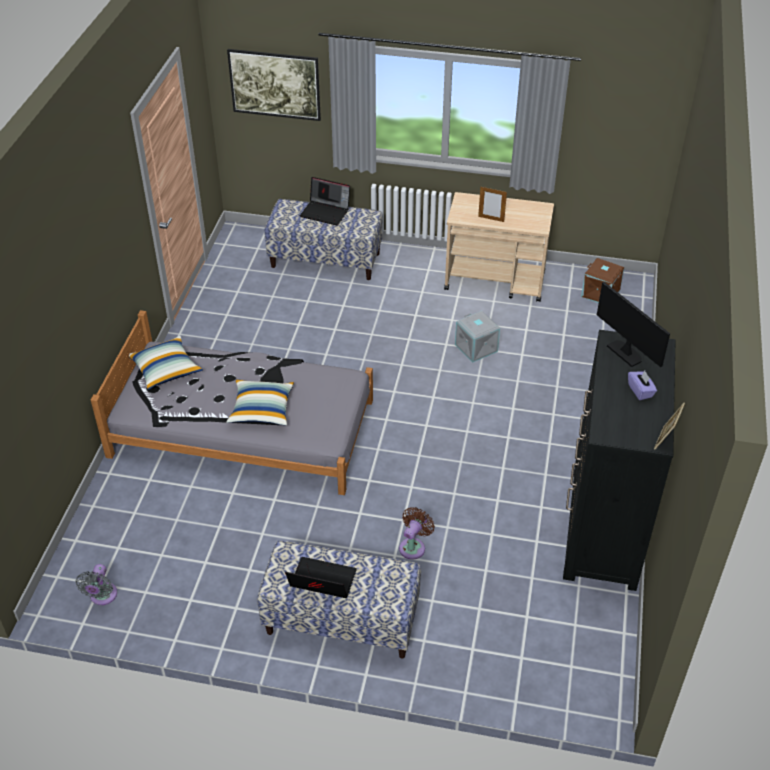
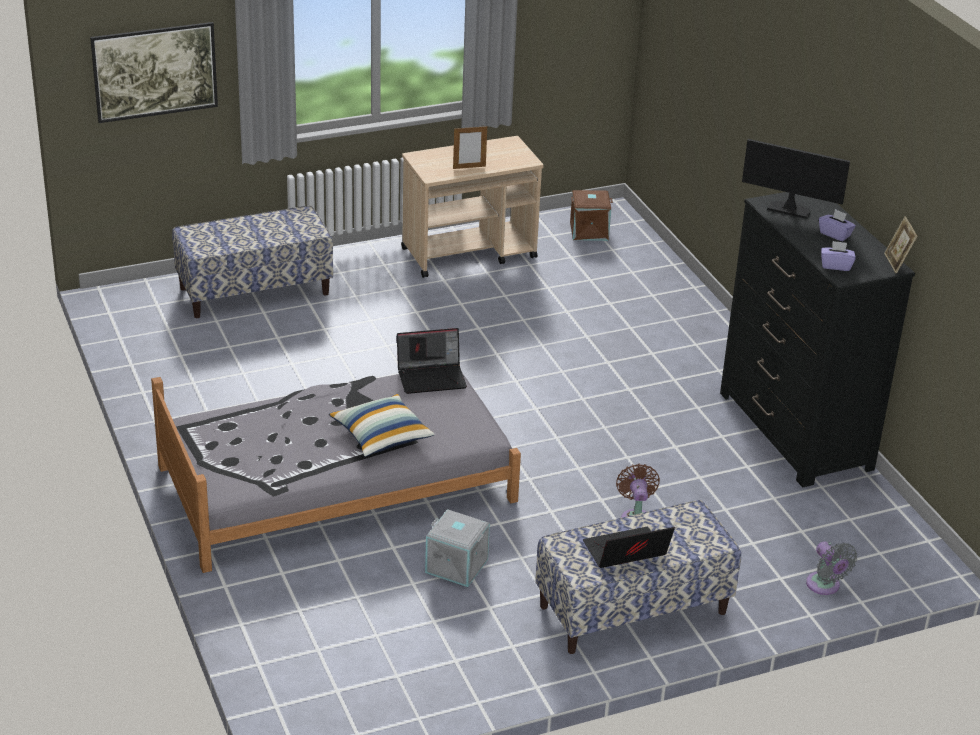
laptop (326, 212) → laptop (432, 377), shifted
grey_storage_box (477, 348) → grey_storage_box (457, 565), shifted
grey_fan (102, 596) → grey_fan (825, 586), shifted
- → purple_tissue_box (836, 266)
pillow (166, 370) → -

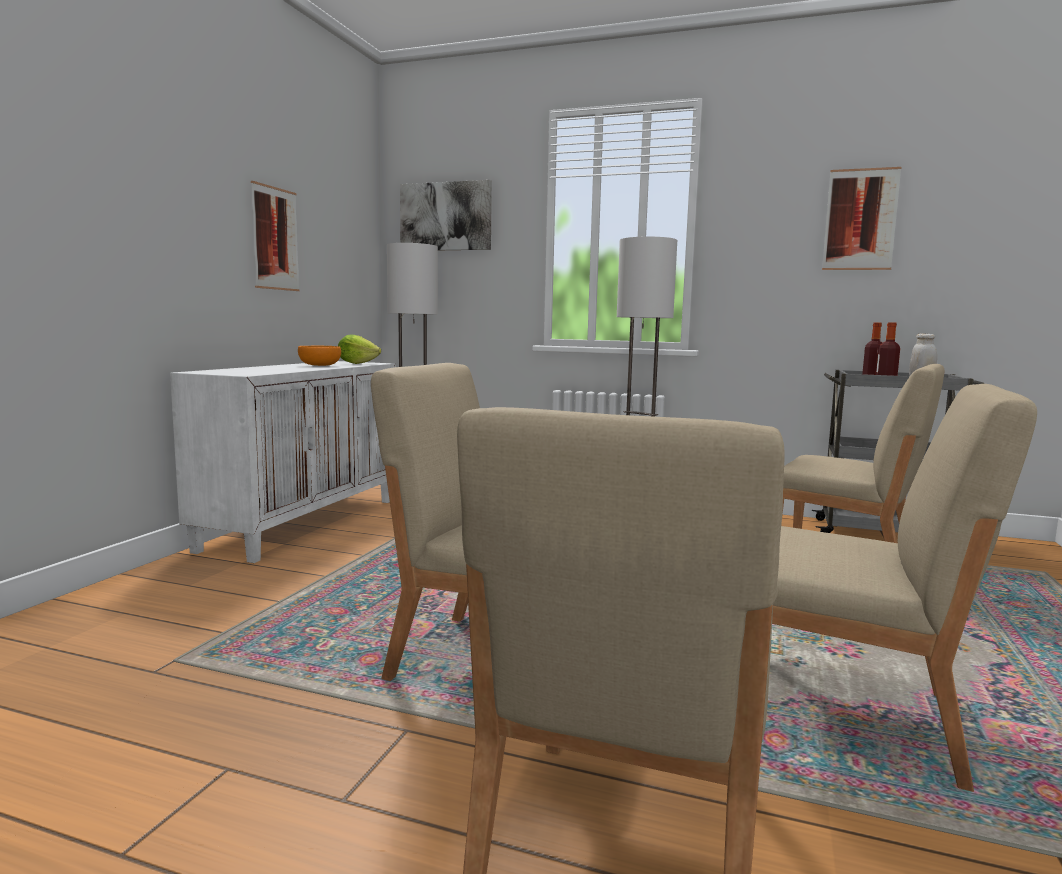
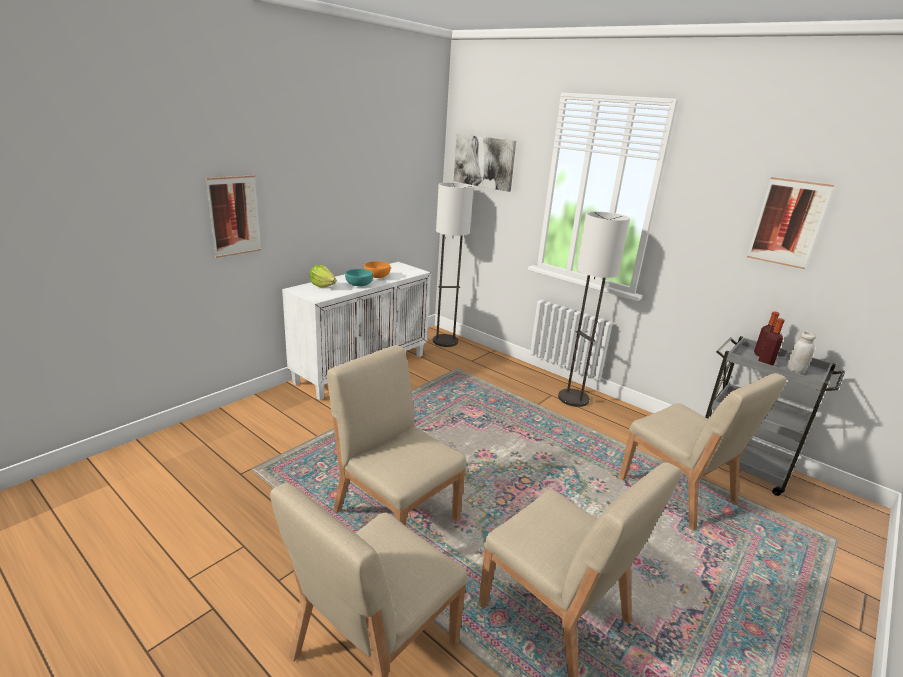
picture (275, 239) → picture (234, 216), shifted
lettuce (357, 363) → lettuce (322, 286), shifted
- → turquoise_bowl (359, 284)

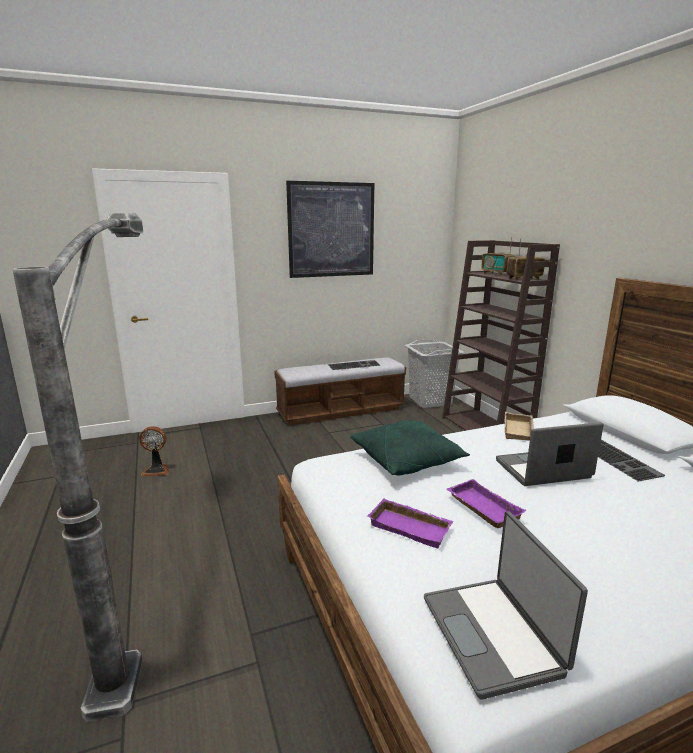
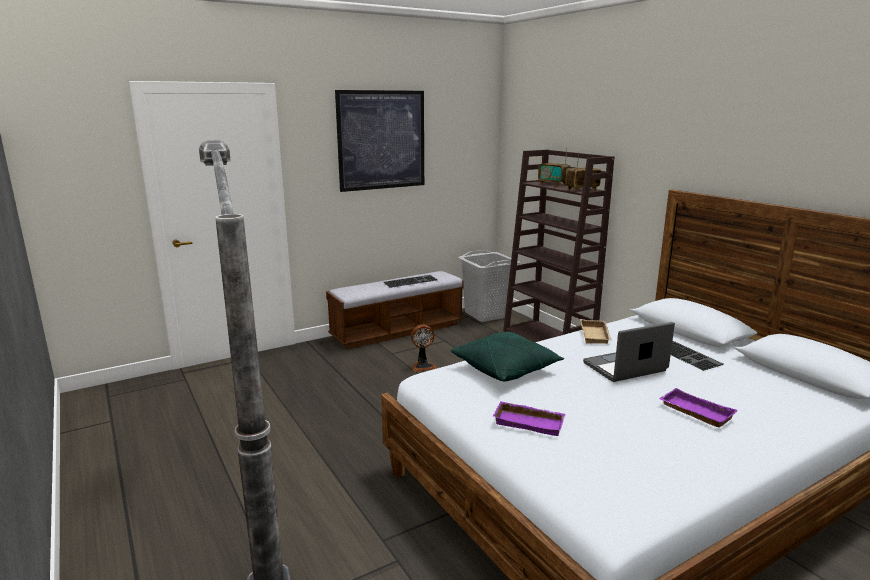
fan (157, 470) → fan (423, 366), shifted
purple_tray (481, 508) → purple_tray (694, 412), shifted
laptop (493, 634) → -

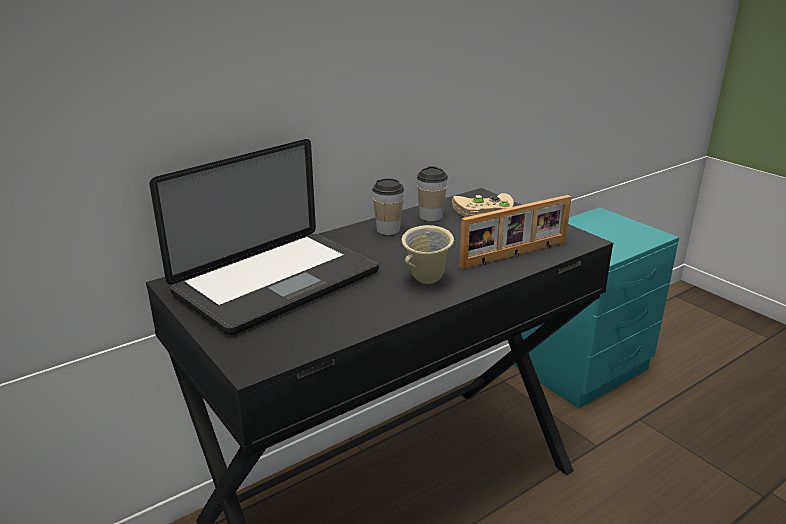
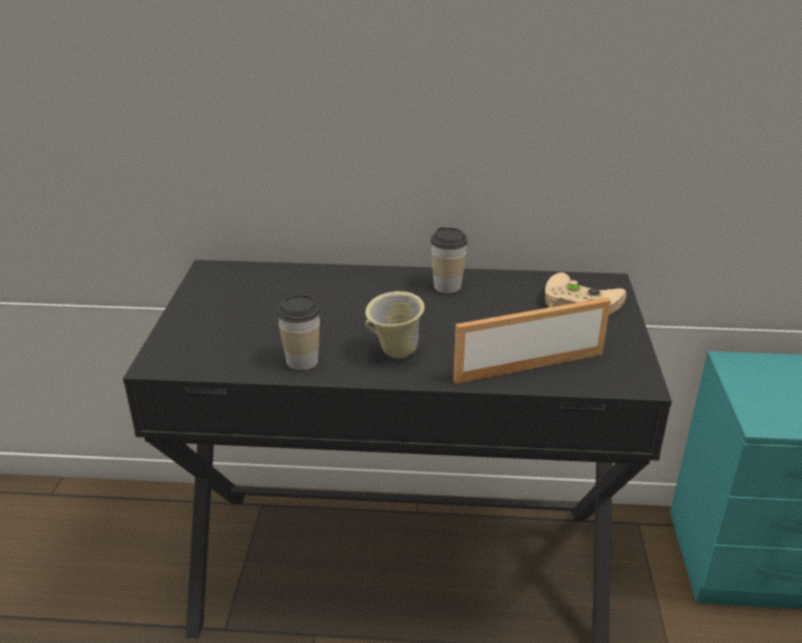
cup (431, 217) → cup (302, 361), shifted
picture_frame (515, 255) → picture_frame (528, 365), 150 degrees clockwise
laptop (277, 283) → -

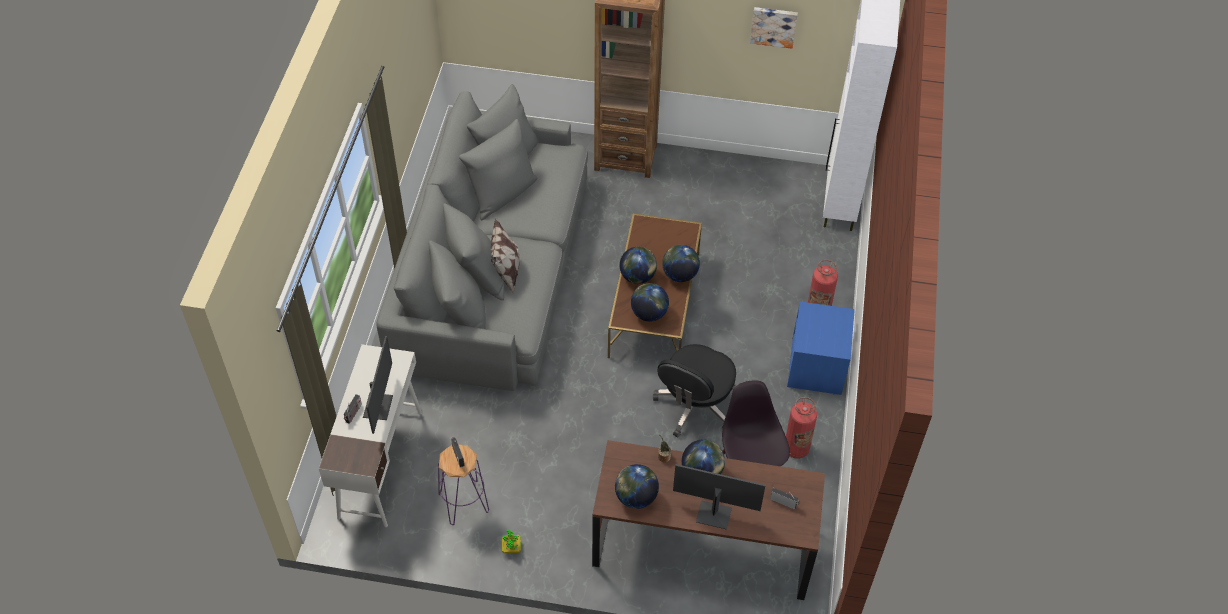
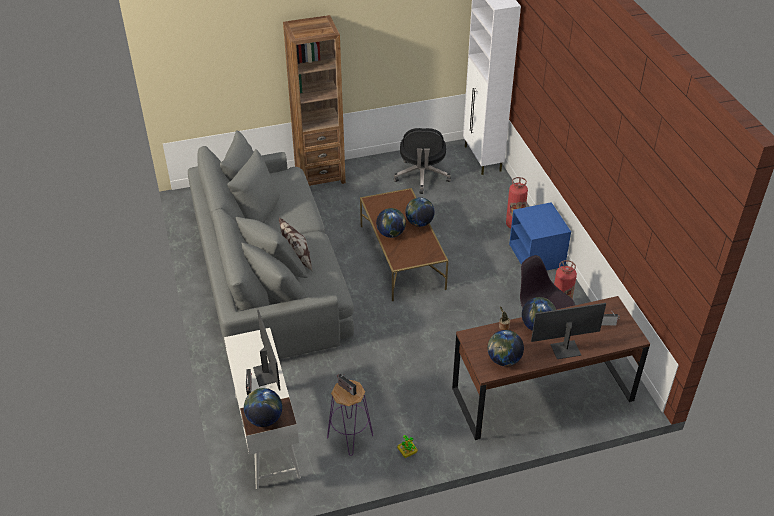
globe (649, 314) → globe (264, 419), shifted
black_office_chair (694, 405) → black_office_chair (422, 176), shifted
picture (773, 26) → -

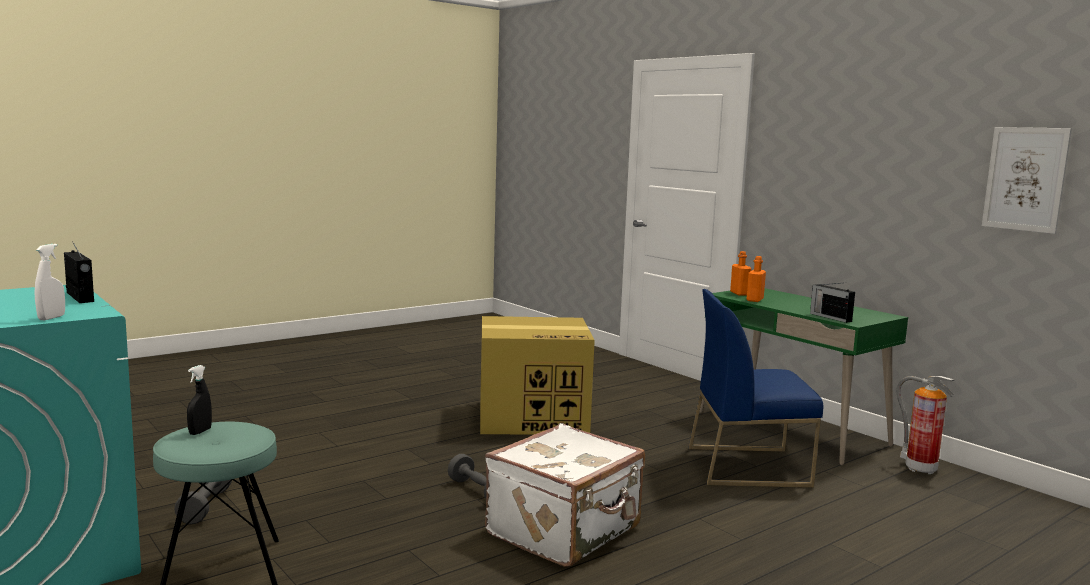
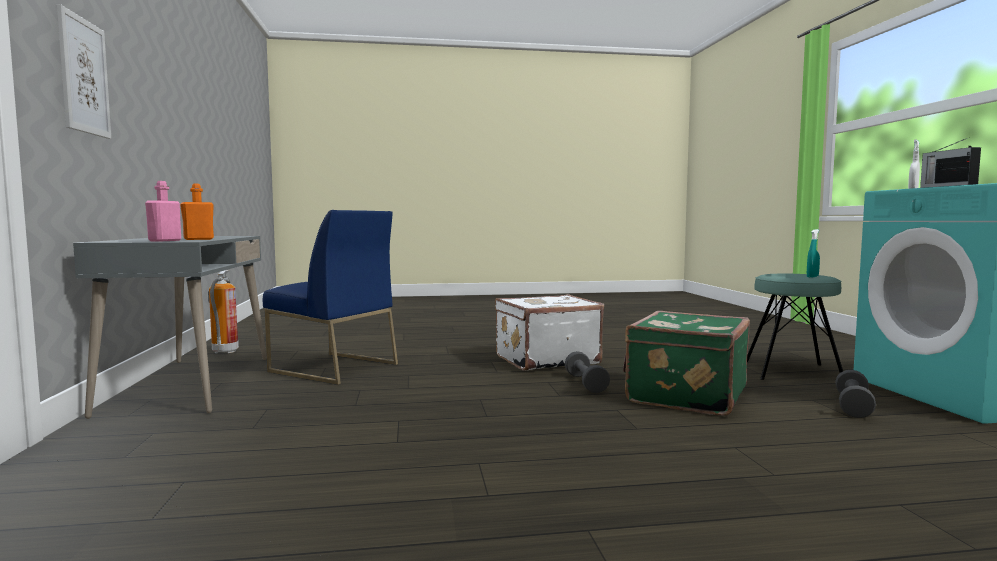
picture (1025, 179) → picture (84, 76), shifted
green_desk (791, 428) → grey_desk (190, 384)
orange_bottle (739, 293) → pink_bottle (165, 241)
- → green_suitcase (684, 395)
black_spray_bottle (200, 431) → turquoise_spray_bottle (812, 277)
cardboard_box (534, 417) → -
radio (830, 317) → -

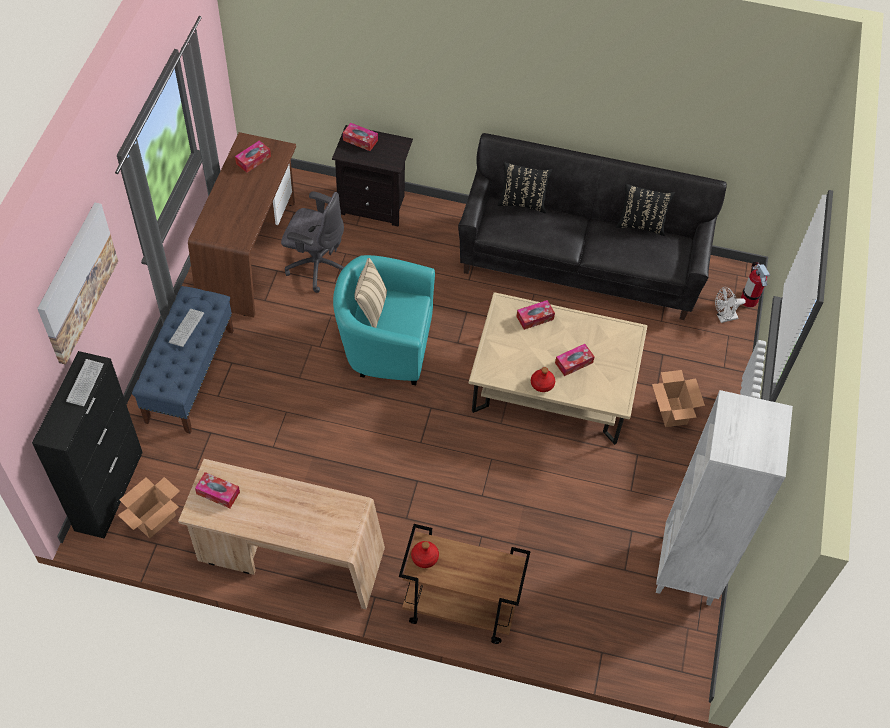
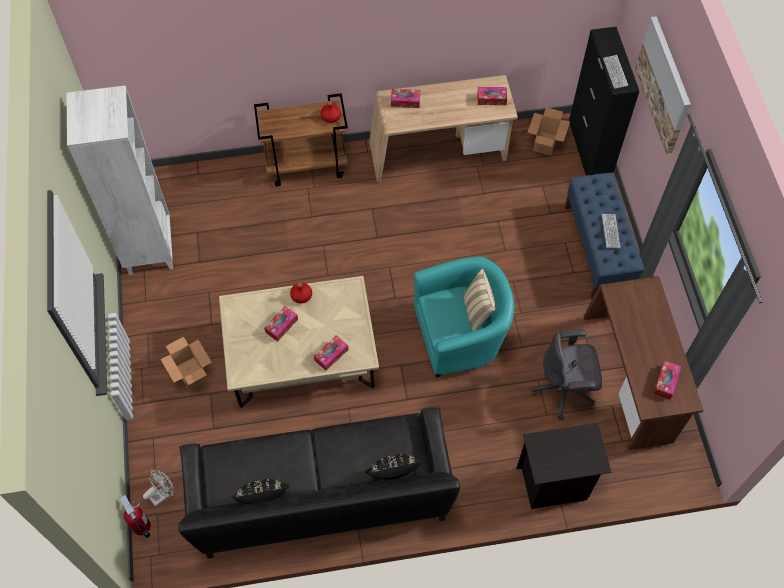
tissue_box (360, 140) → tissue_box (405, 101), shifted

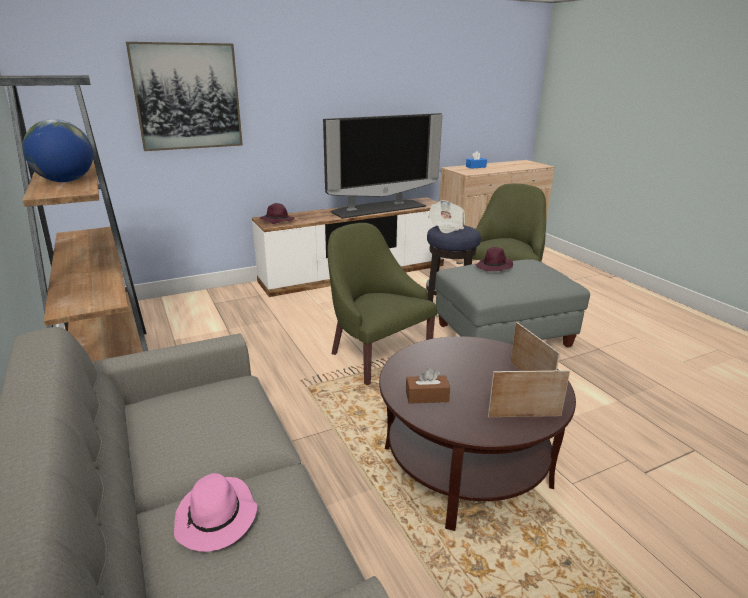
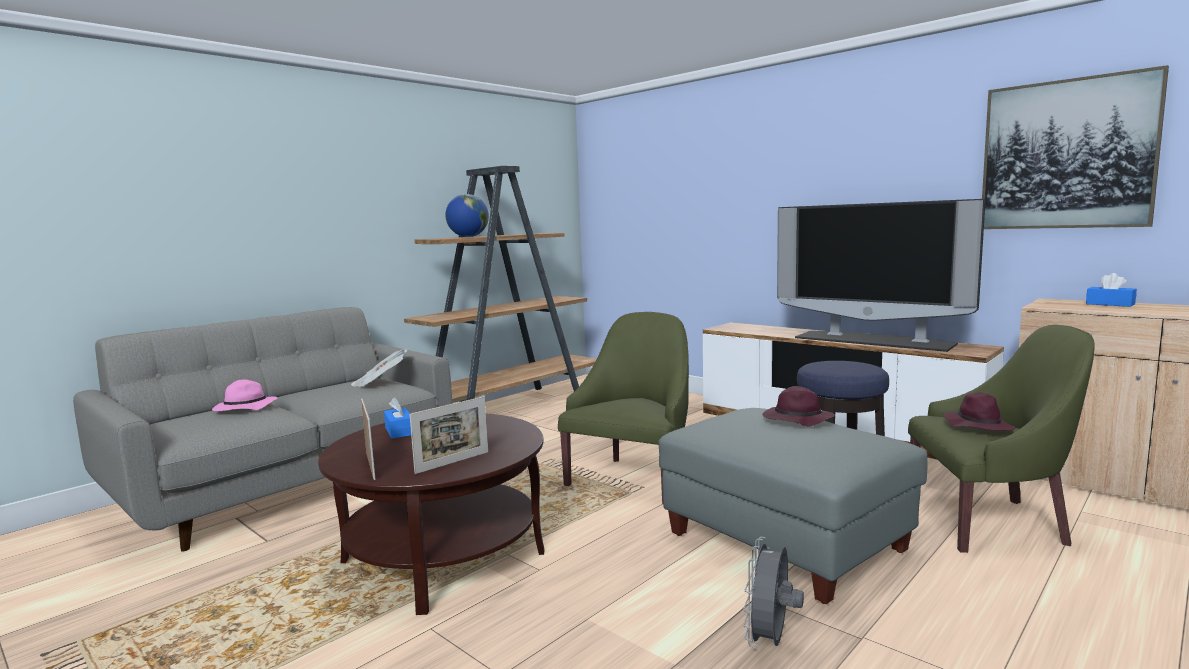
newspaper (446, 227) → newspaper (380, 383), shifted
brown_tissue_box (427, 396) → blue_tissue_box (399, 431)
- → grey_fan (770, 642)
purple_hat (277, 220) → purple_hat (977, 425), shifted
picture (188, 97) → picture (1066, 155), shifted

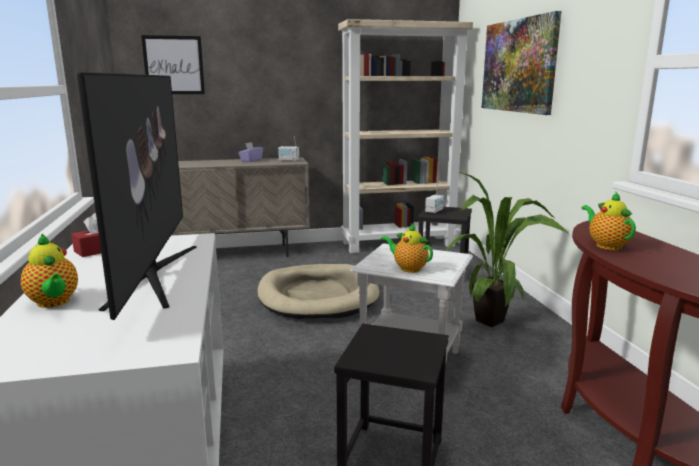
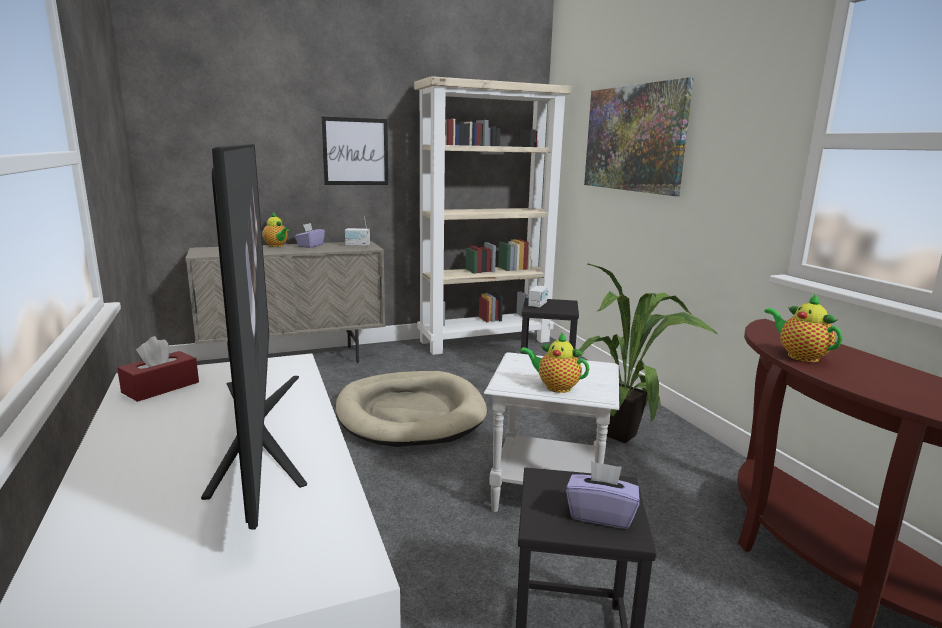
teapot (54, 303) → teapot (276, 246), shifted
picture (174, 65) → picture (355, 151), shifted
- → purple_tissue_box (600, 514)

